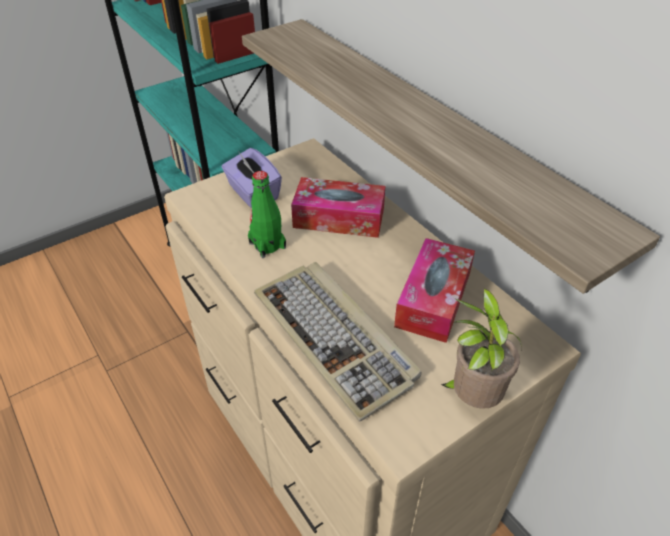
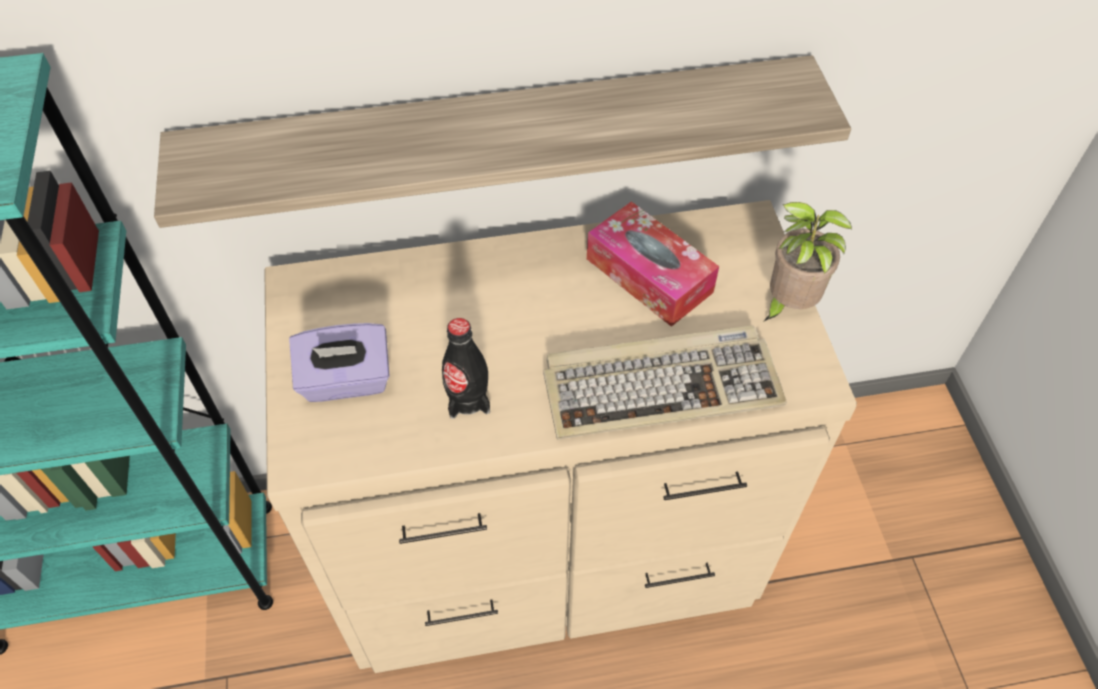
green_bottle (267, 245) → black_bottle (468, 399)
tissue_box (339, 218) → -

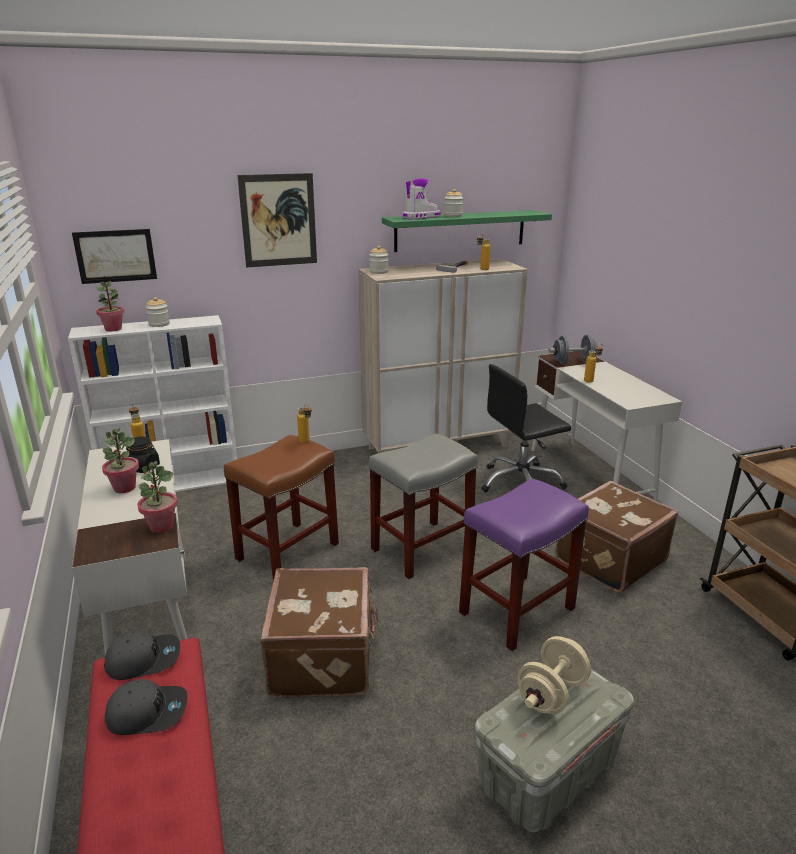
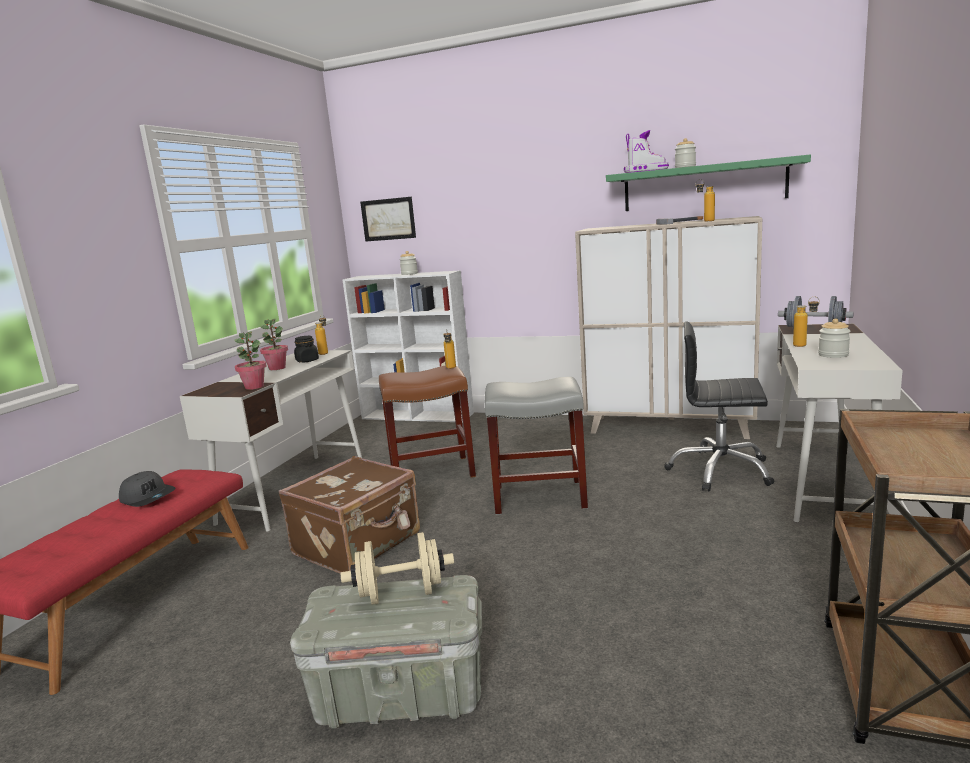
jar (379, 272) → jar (833, 355), shifted
potted_plant (113, 329) → -
grey_cap (144, 659) → -
picture (278, 220) → -
purple_stool (517, 611) → -
brown_suitcase (608, 559) → -

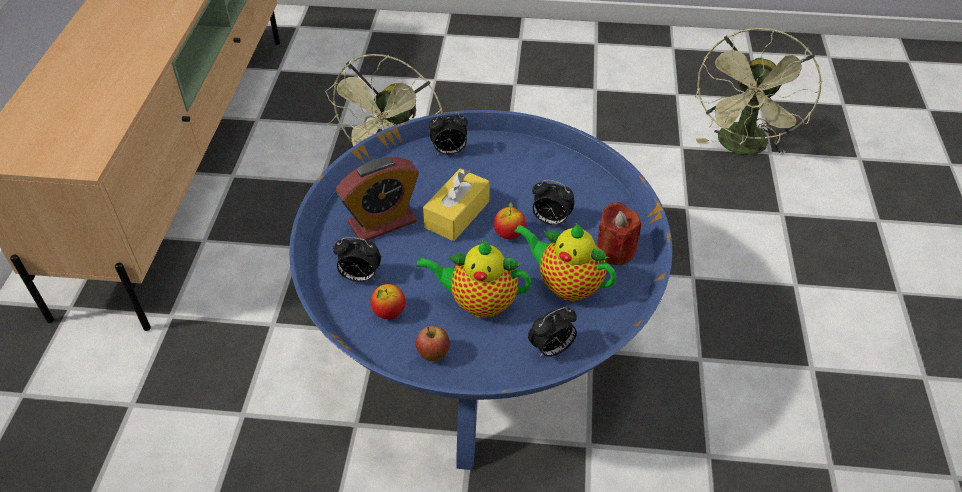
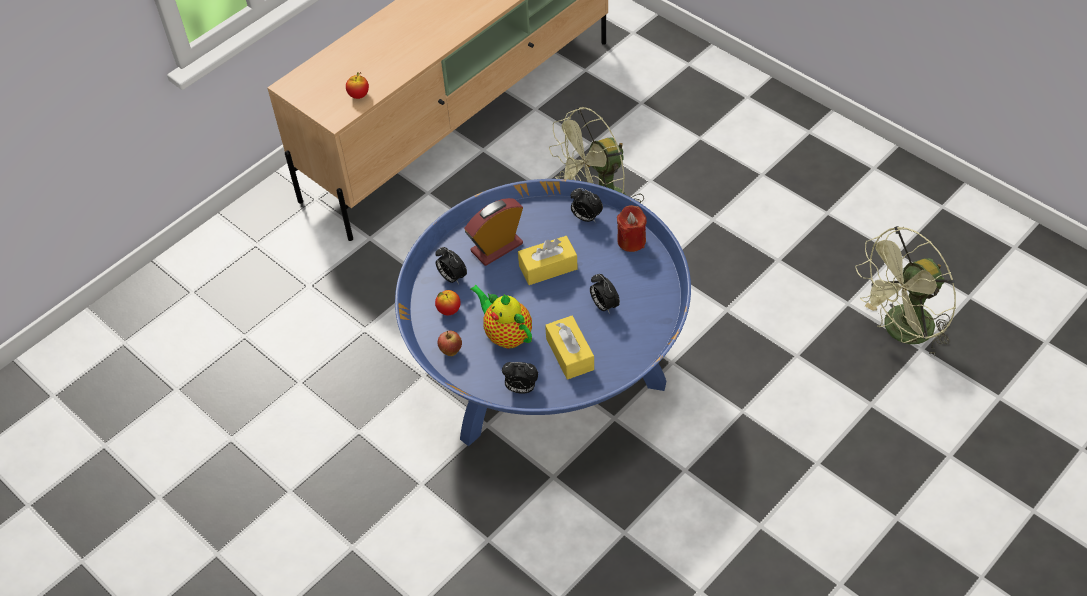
apple (509, 234) → apple (359, 95), shifted
alarm_clock (382, 222) → alarm_clock (497, 247), 135 degrees clockwise
teapot (566, 285) → yellow_tissue_box (570, 354)
red_candle (615, 251) → red_candle (631, 241), shifted

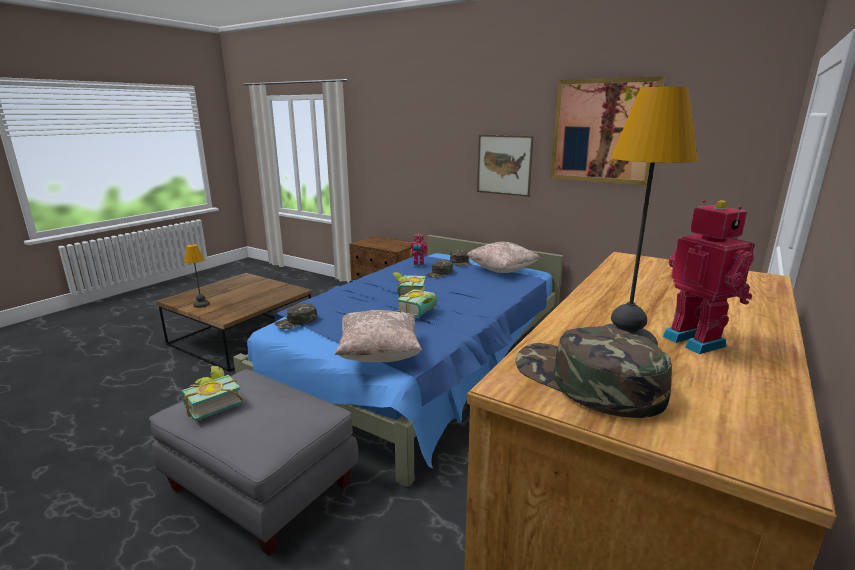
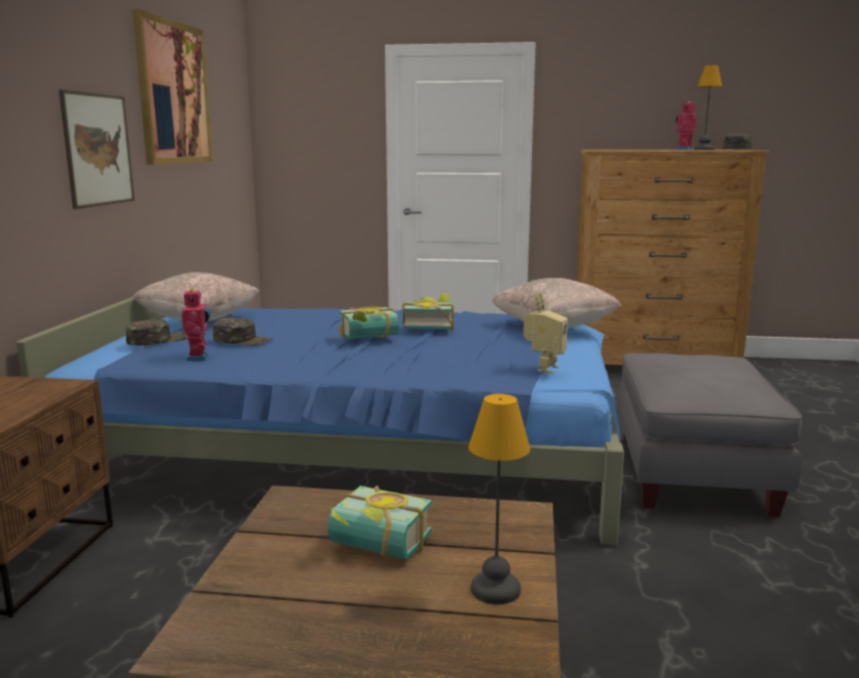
book (212, 404) → book (376, 548), shifted
green_cap (296, 321) → toy_robot (543, 368)

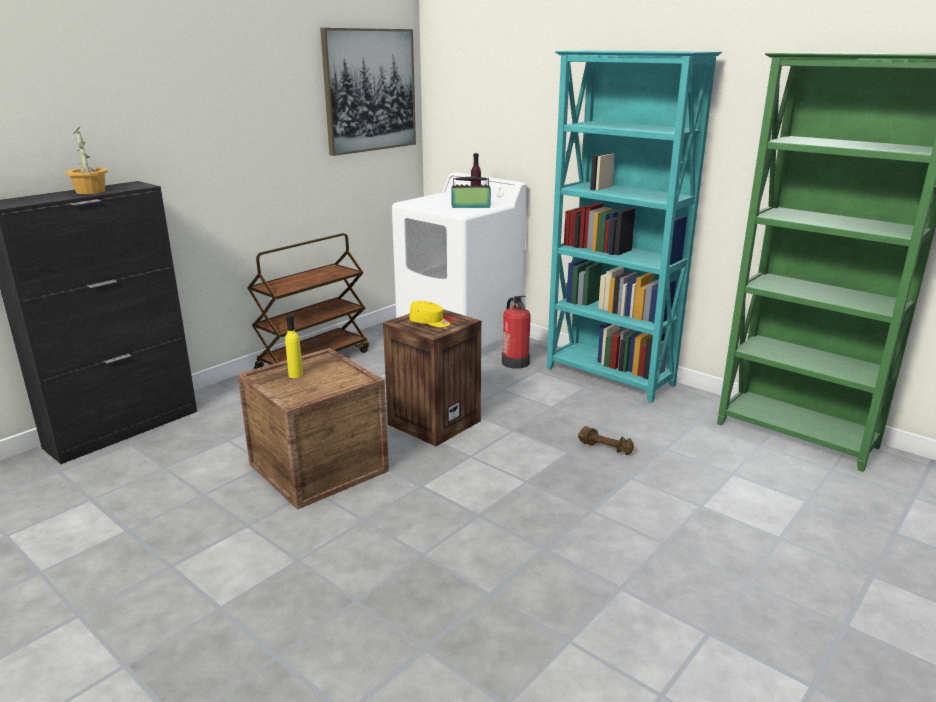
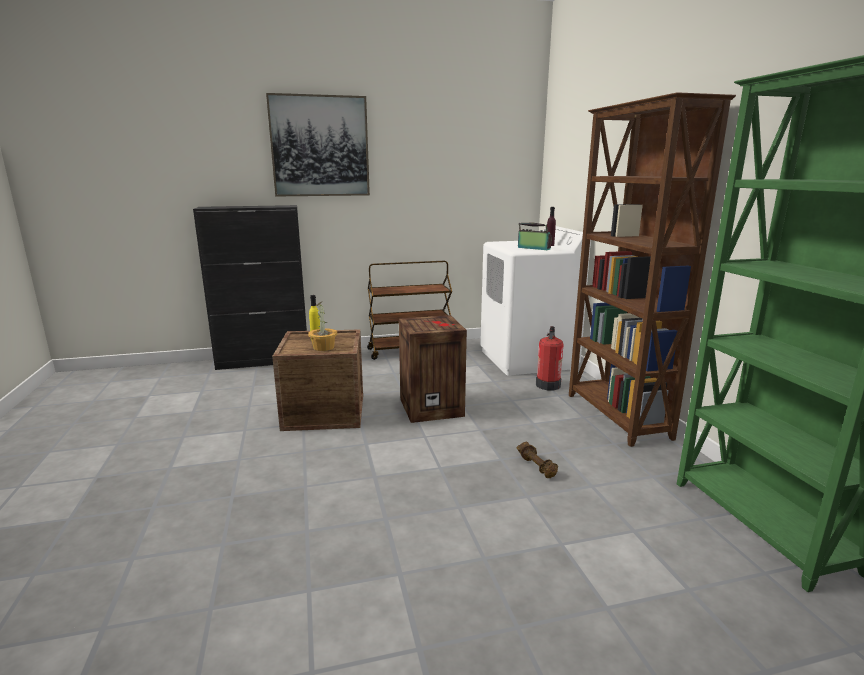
picture (370, 90) → picture (320, 146), shifted
potted_plant (91, 191) → potted_plant (324, 347), shifted
turquoise_bookcase (609, 377) → brown_bookcase (616, 416)
yellow_cap (430, 322) → -

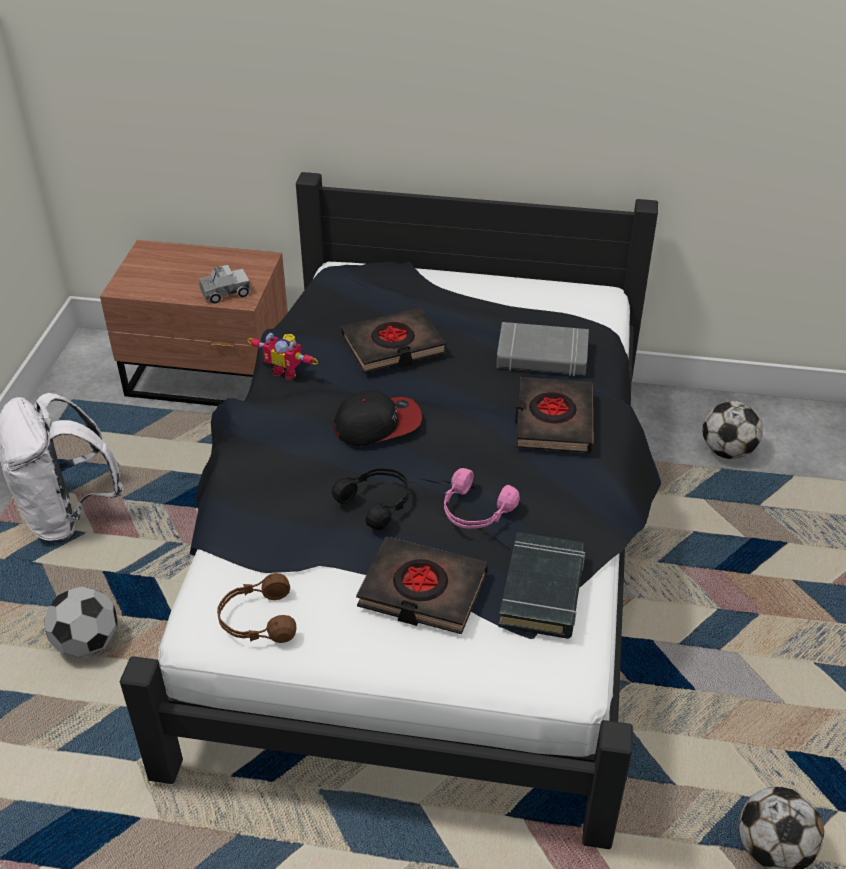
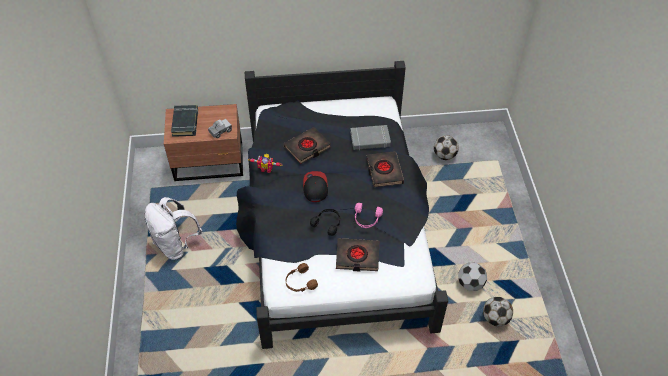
black_book (542, 591) → black_book (185, 123), shifted
cap (378, 423) → cap (315, 187), 60 degrees counterclockwise
football (88, 643) → football (470, 284), shifted

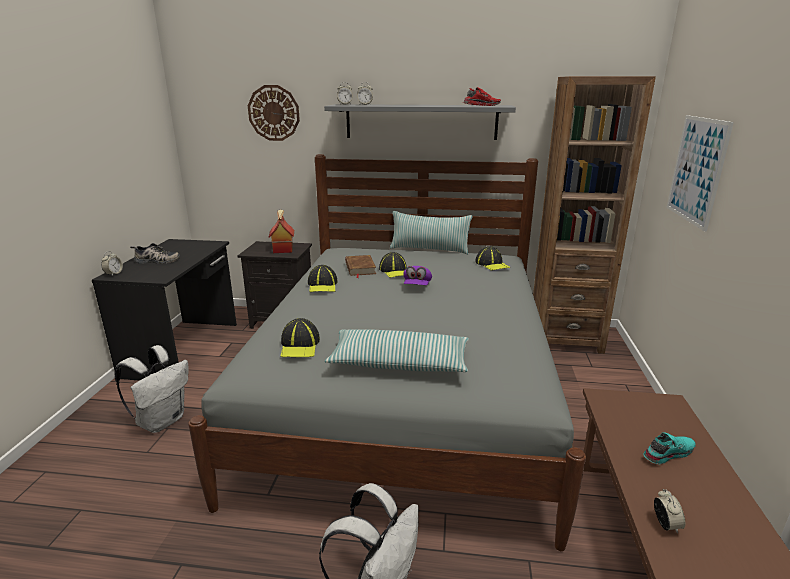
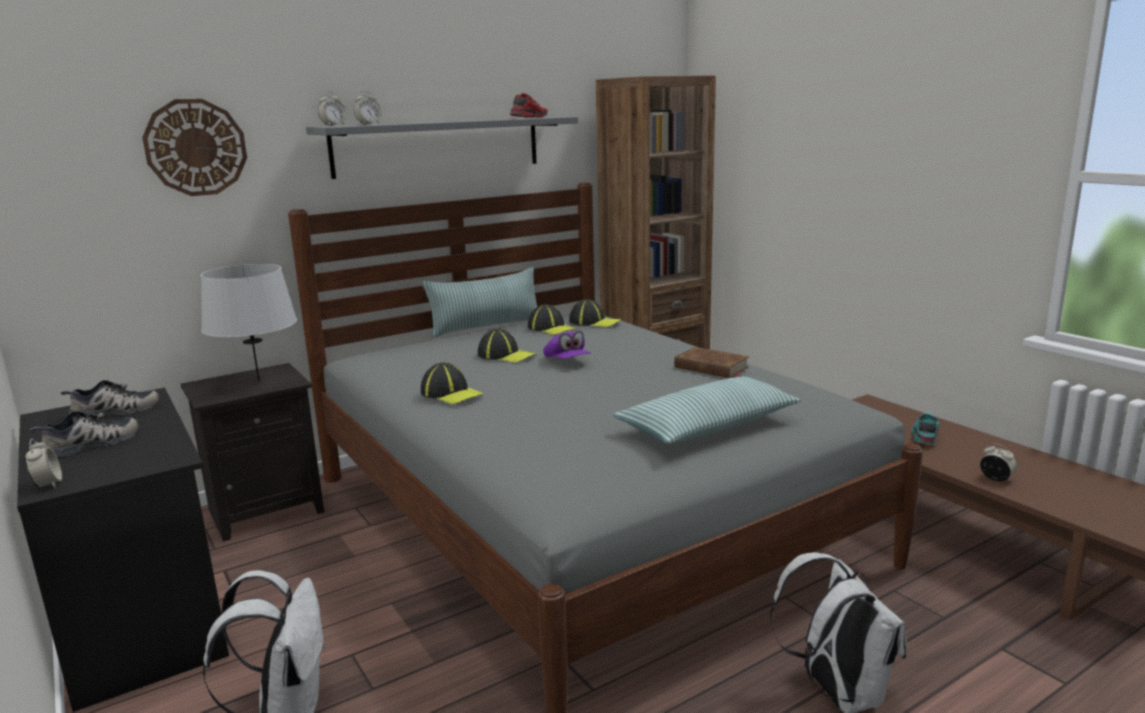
- → shoe (115, 412)
toy_house (282, 249) → grey_table_lamp (258, 380)
cap (300, 345) → cap (552, 328), shifted
brown_book (360, 268) → brown_book (711, 367), shifted
picture (696, 170) → -

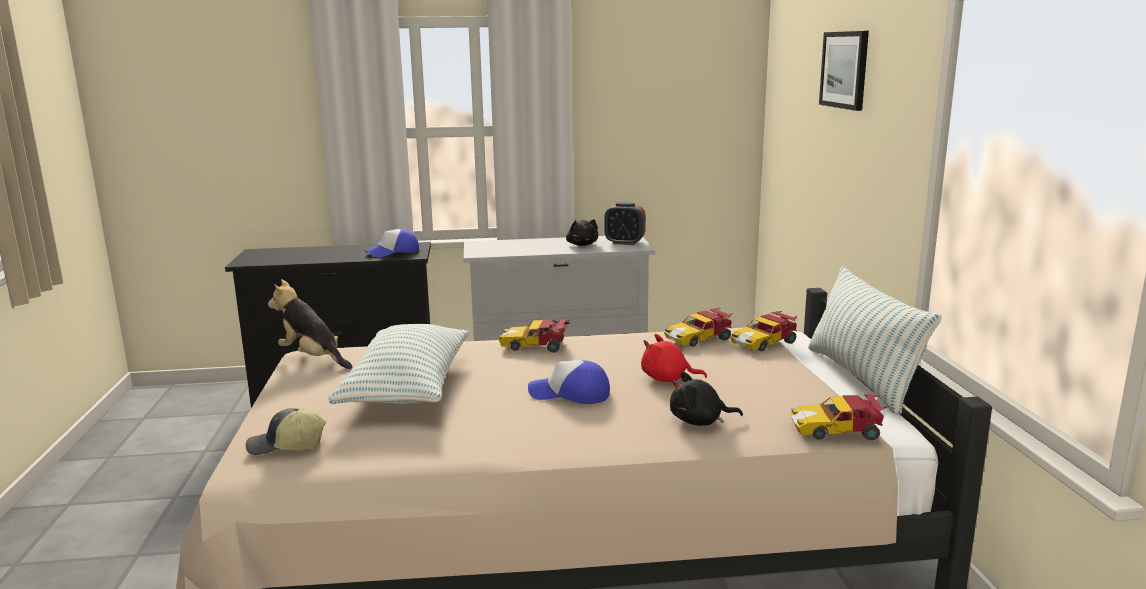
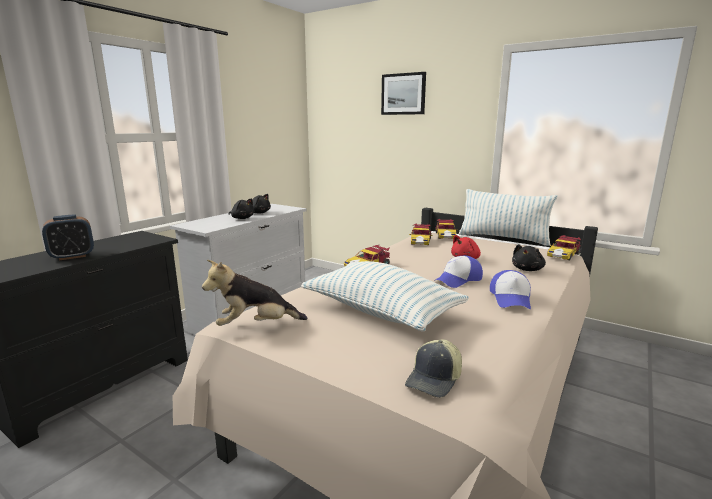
alarm_clock (624, 243) → alarm_clock (72, 256), shifted
- → black_plush_toy (242, 218)
cap (393, 252) → cap (511, 298), shifted

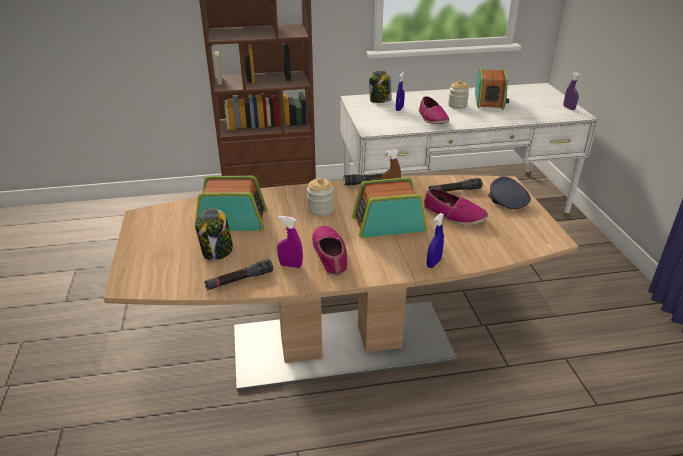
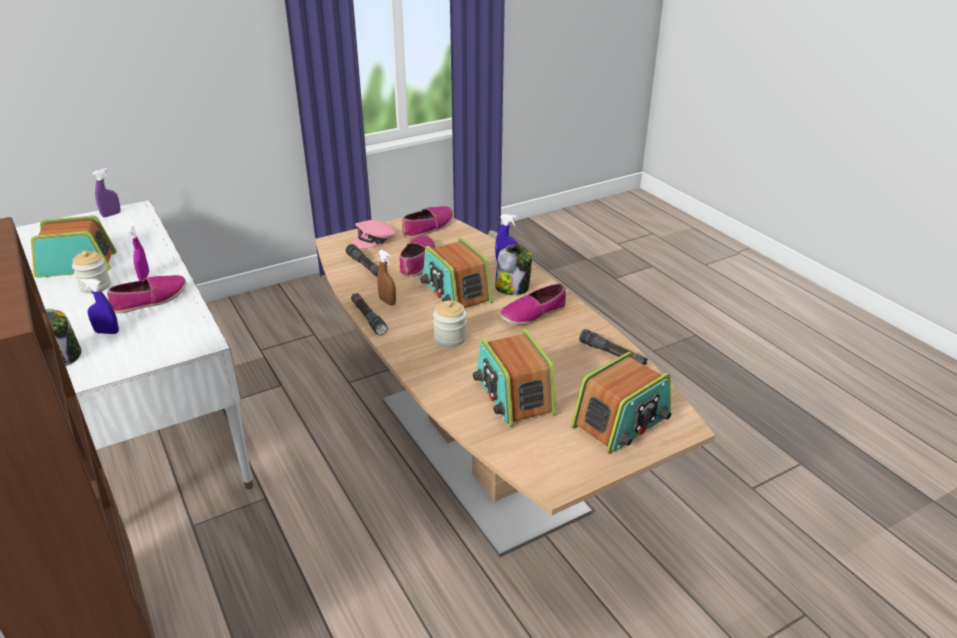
purple_spray_bottle (290, 265) → purple_spray_bottle (144, 277), shifted
grey_cap (506, 201) → pink_cap (375, 239)
- → shoe (428, 227)
jar (217, 251) → jar (512, 288), shifted
- → radio (622, 421)

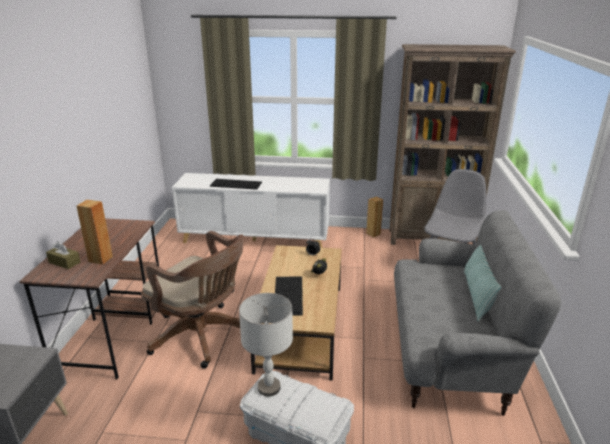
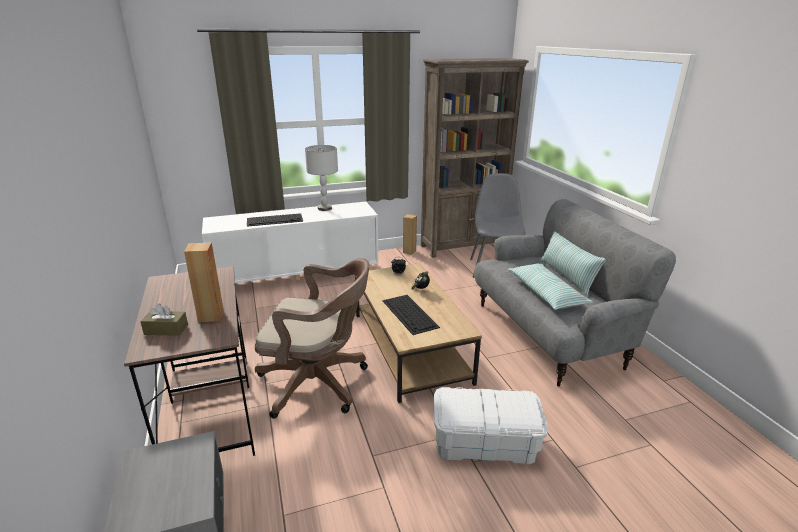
grey_table_lamp (268, 387) → grey_table_lamp (324, 208), shifted
- → pillow (546, 293)

